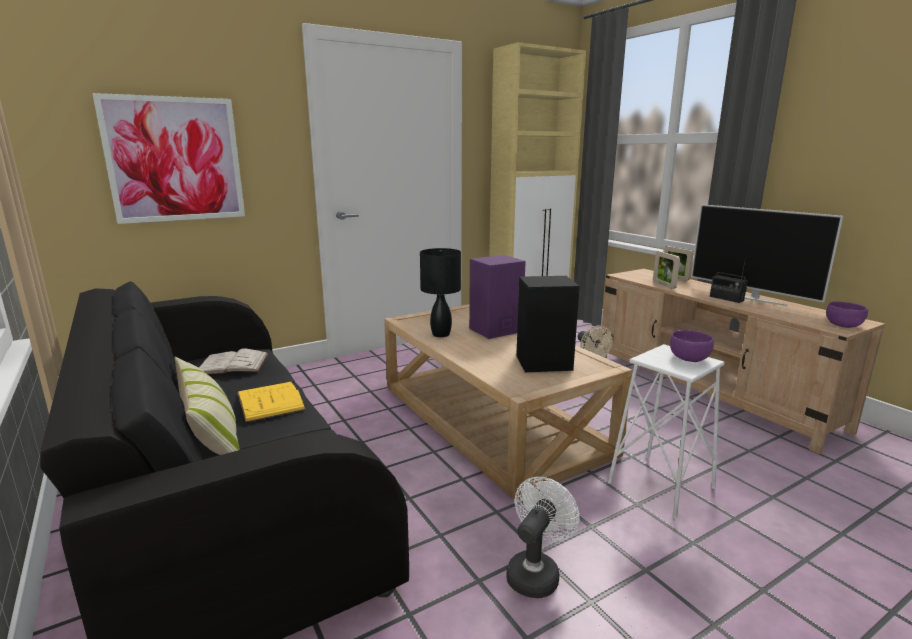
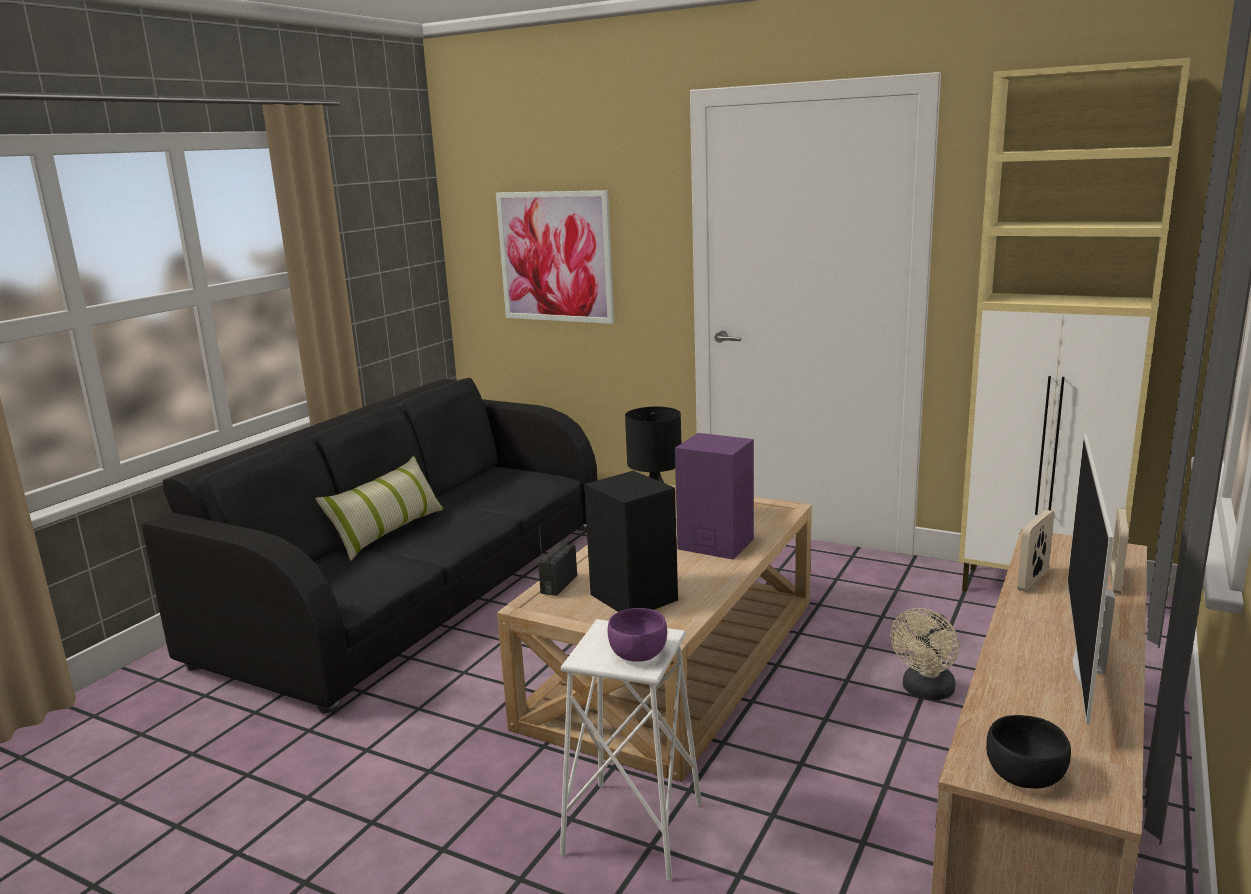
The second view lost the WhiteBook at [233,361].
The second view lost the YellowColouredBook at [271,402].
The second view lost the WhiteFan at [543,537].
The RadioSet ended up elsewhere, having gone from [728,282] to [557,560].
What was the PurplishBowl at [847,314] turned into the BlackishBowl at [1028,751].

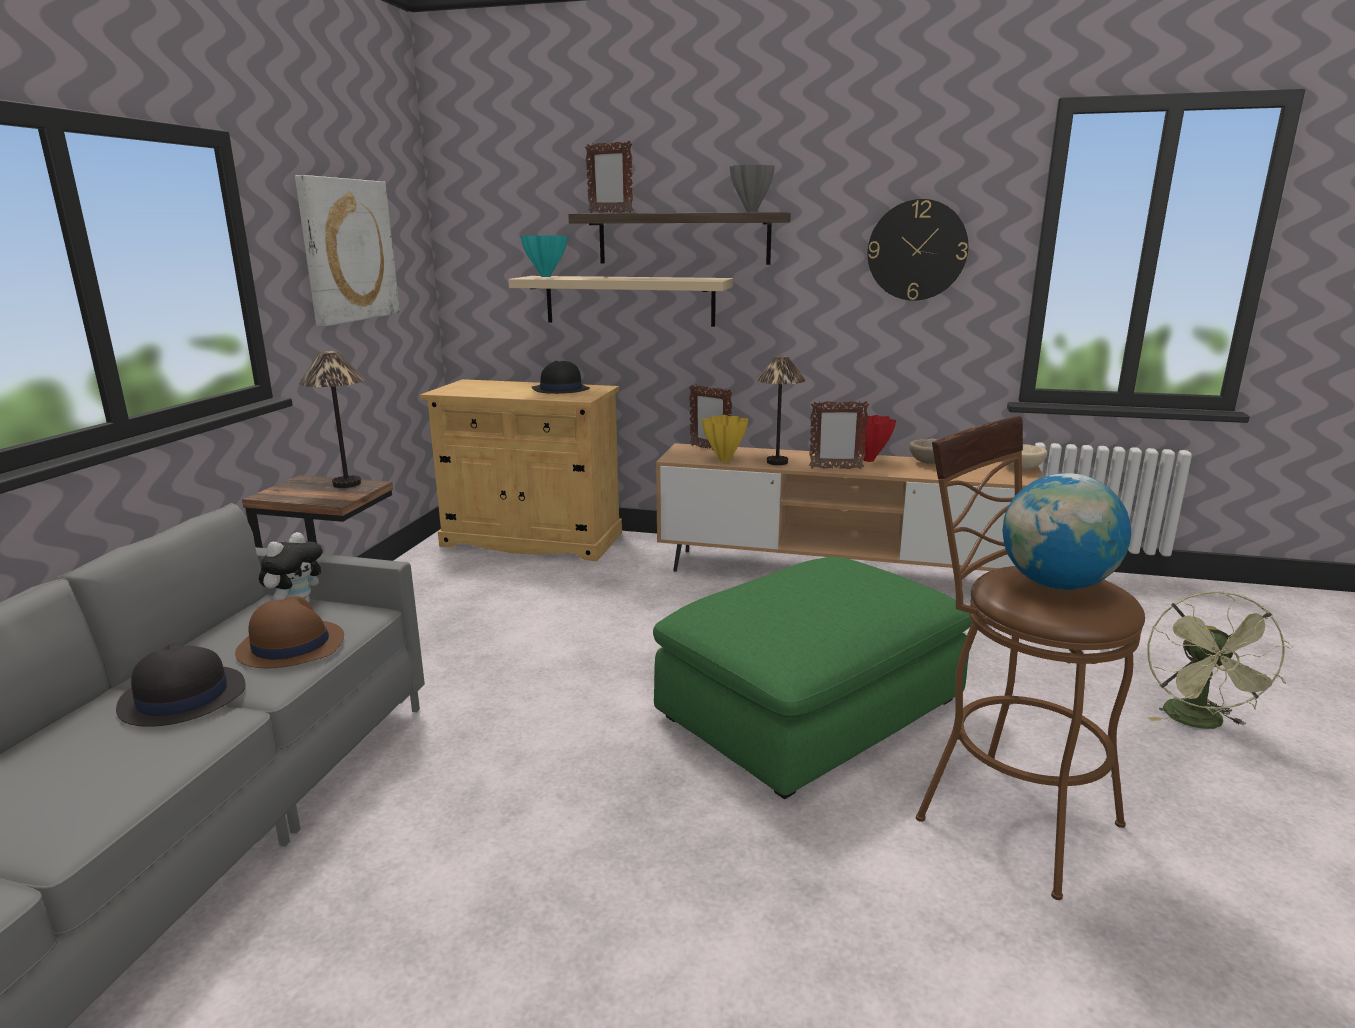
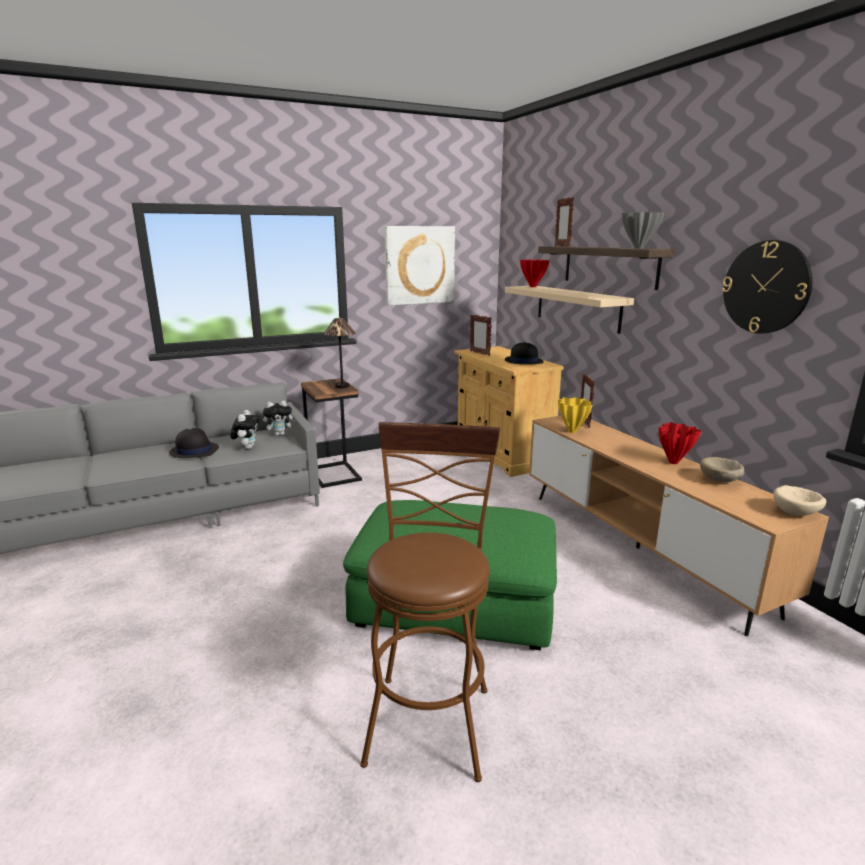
Where the BrownColouredHat stood at [289,632], the SoftToy came to stand at [245,429].
What was the TurquoiseDecorativeVase at [544,256] turned into the ReddishDecorativeVase at [535,273].
The second view lost the TableLamp at [781,410].
The StandingFrame ended up elsewhere, having gone from [839,435] to [481,335].
The second view lost the Globe at [1067,531].
The second view lost the GreenColouredFan at [1220,660].

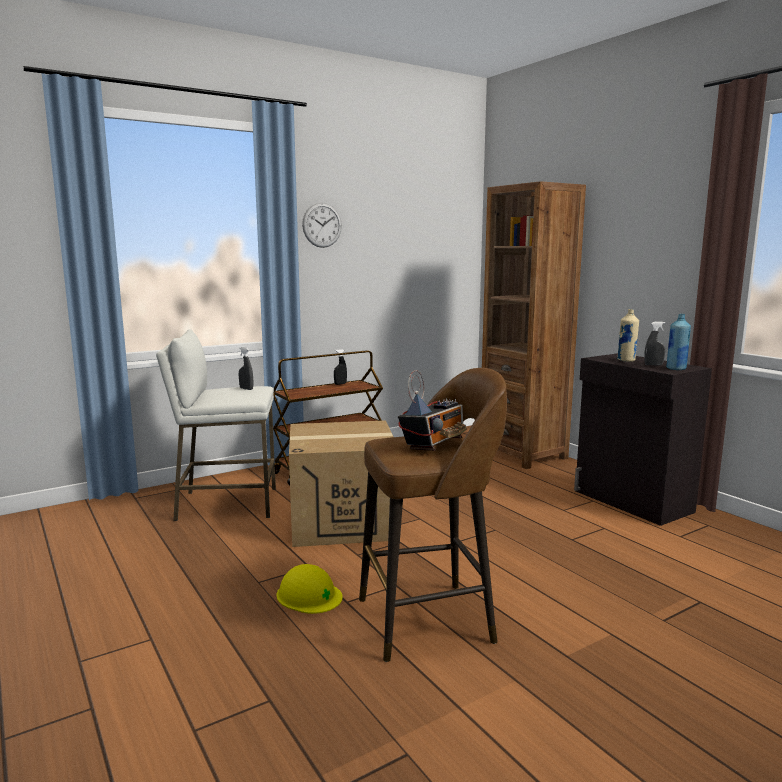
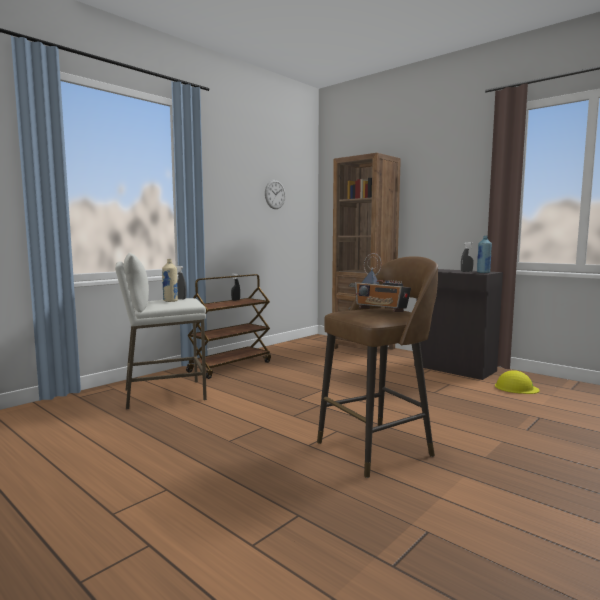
The YellowColouredWorkHelmet ended up elsewhere, having gone from [310,589] to [517,382].
The second view lost the CardboardBox at [341,483].
The WallClock ended up elsewhere, having gone from [322,225] to [275,194].
The RadioSet at [432,410] ended up facing another way, 105 degrees clockwise from before.
The BeigeBottle ended up elsewhere, having gone from [628,335] to [170,280].

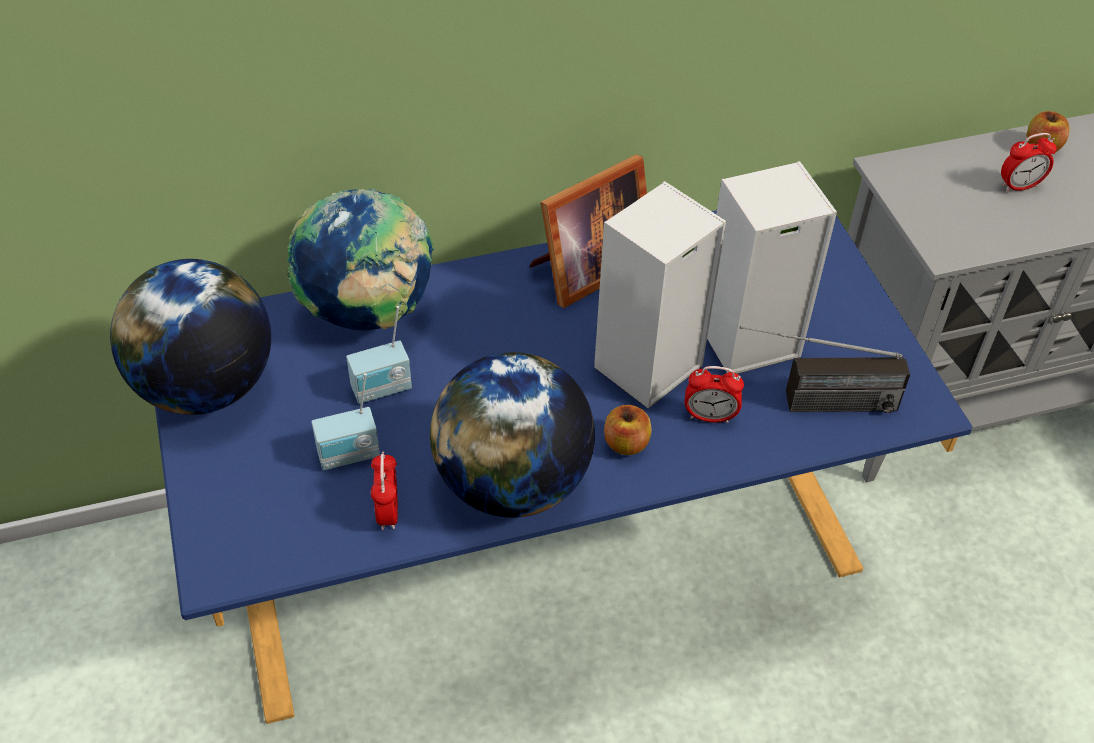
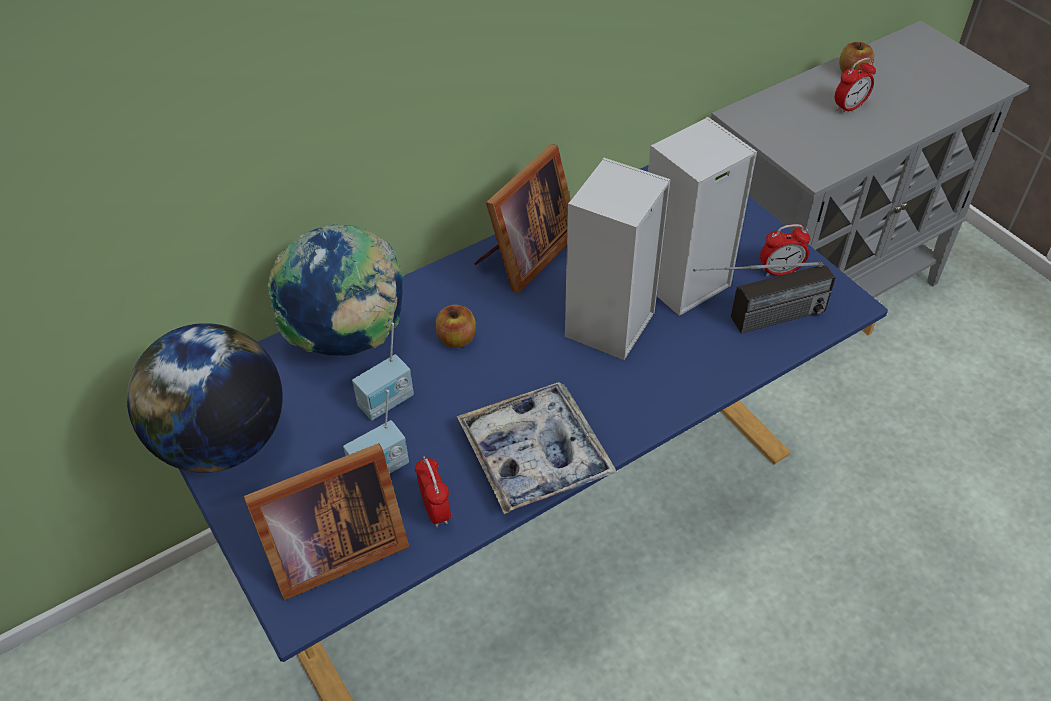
Where the Globe stood at [512,435], the Tray came to stand at [537,448].
The Apple ended up elsewhere, having gone from [628,430] to [456,326].
The TableClock ended up elsewhere, having gone from [714,394] to [785,250].
The second view gained the StandingFrame at [326,521].

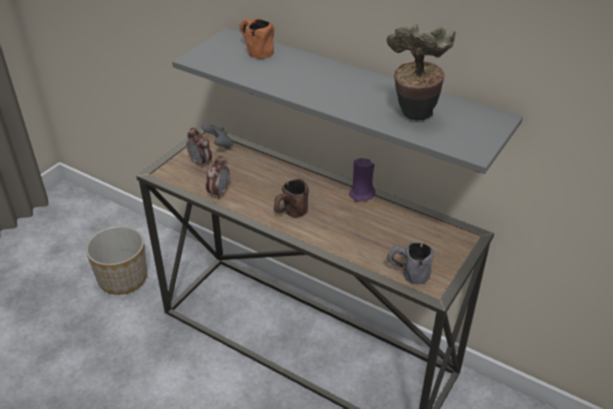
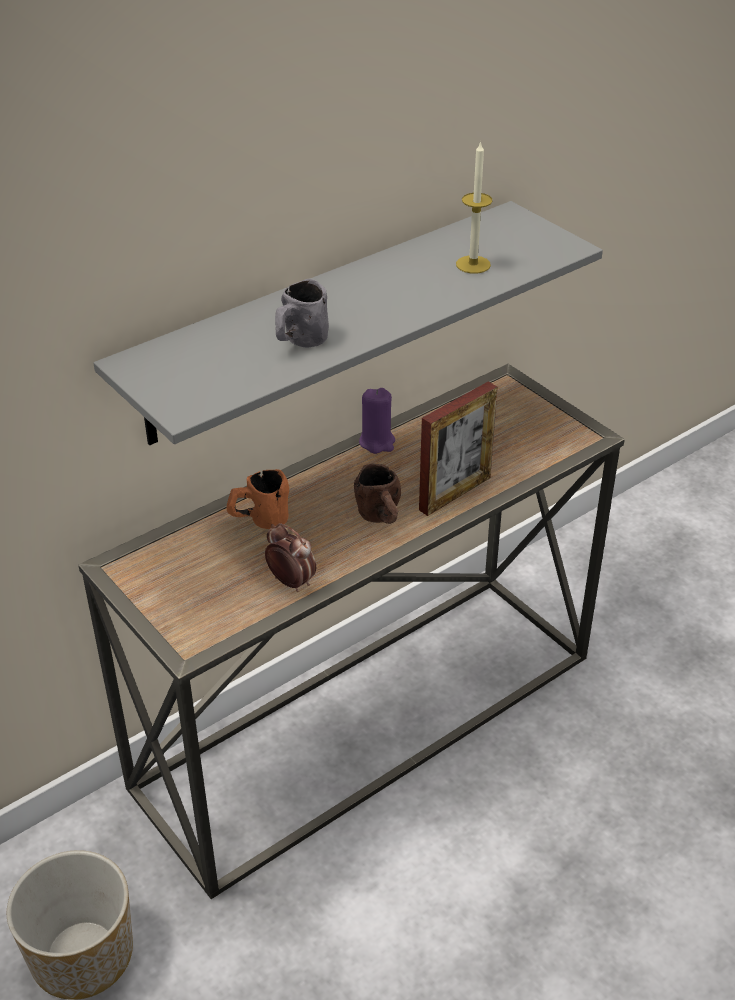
The second view lost the TableClock at [199,148].
The second view lost the GreyishGameController at [217,136].
The OrangeColouredMug ended up elsewhere, having gone from [256,38] to [258,499].
Where the Houseplant stood at [421,72], the WaxCandle came to stand at [474,207].
The GreyishMug ended up elsewhere, having gone from [410,263] to [302,313].
The second view gained the StandingFrame at [458,448].

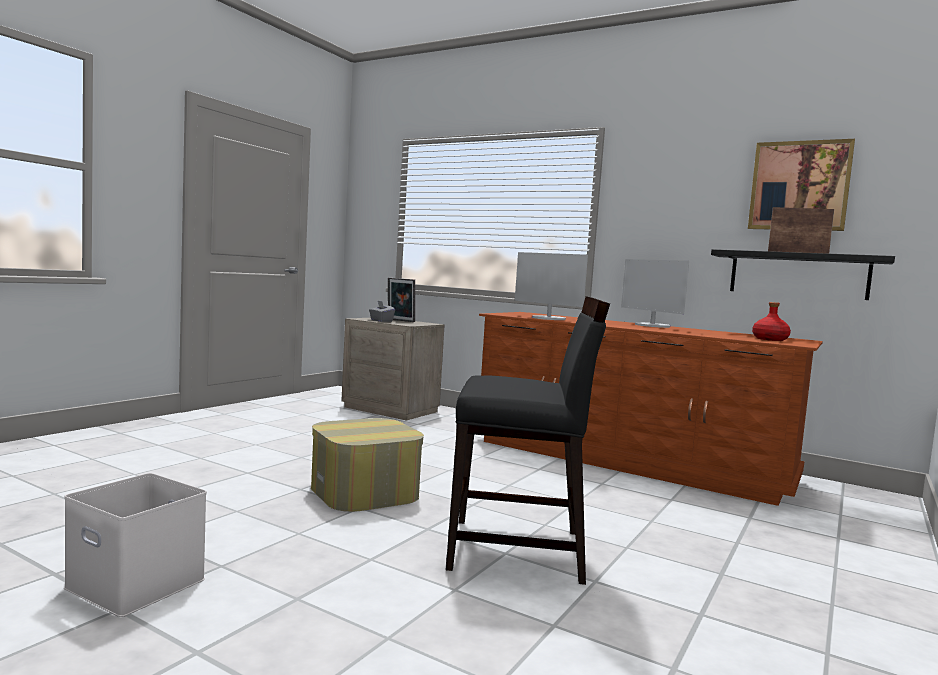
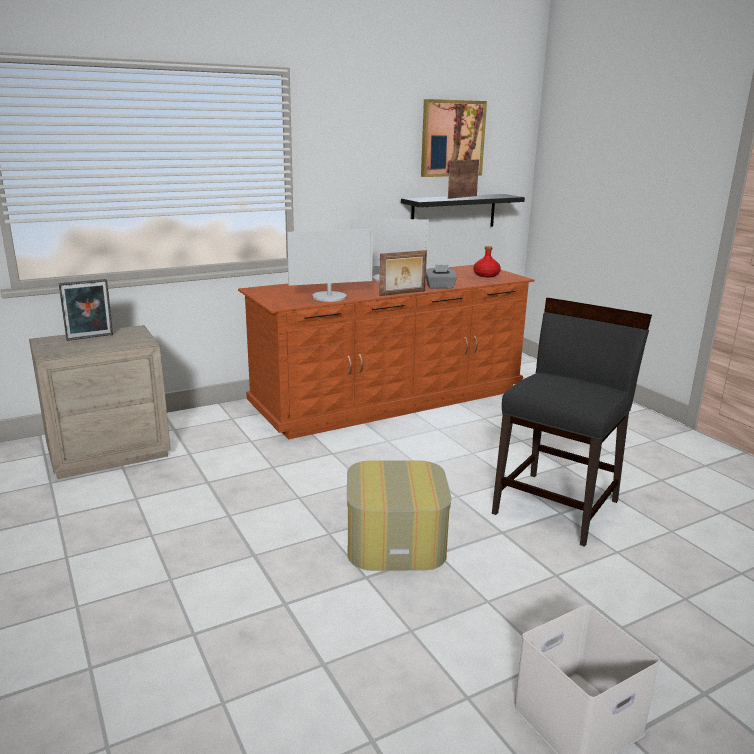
The GreyishTissueBox ended up elsewhere, having gone from [382,311] to [441,277].
The second view gained the StandingFrame at [403,273].

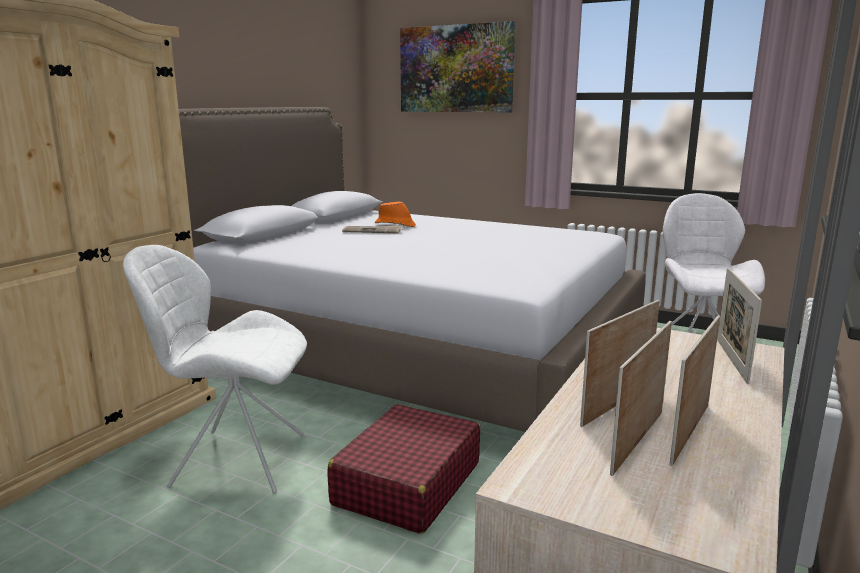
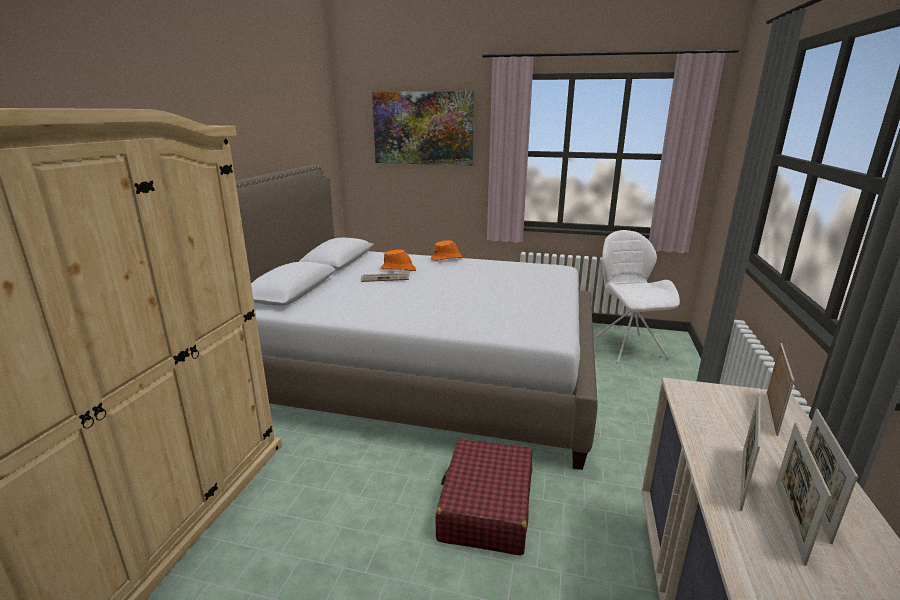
The second view lost the WhiteChair at [215,369].
The StandingFrame at [739,326] ended up facing another way, 150 degrees counterclockwise from before.
The second view gained the OrangeColouredHat at [447,250].

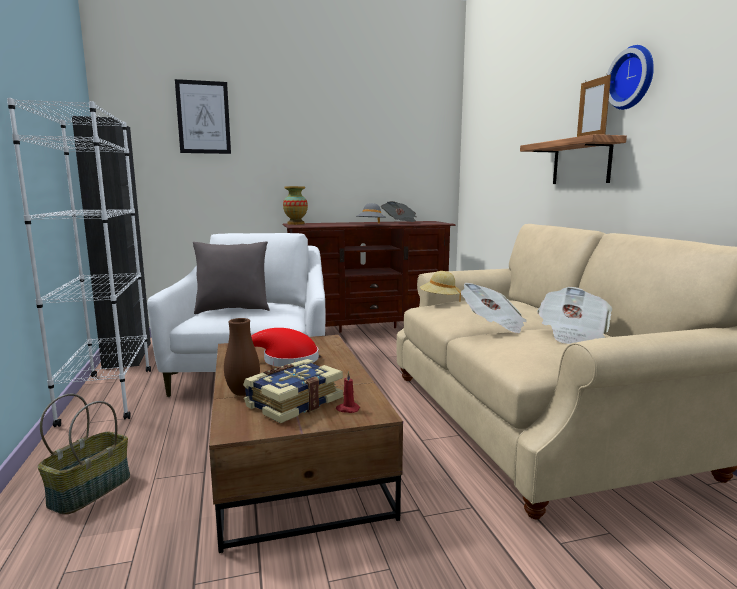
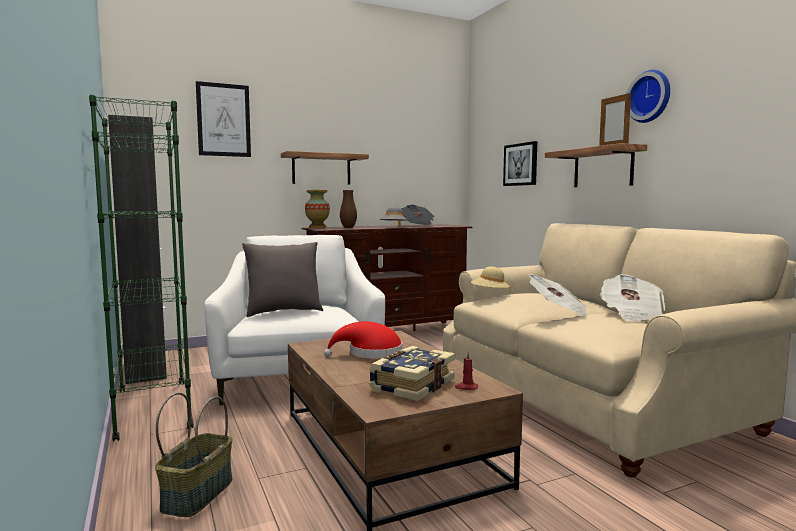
What was the WhiteShelvingUnit at [79,262] turned into the GreenColouredShelvingUnit at [141,268].
The BrownColouredDecorativeVase ended up elsewhere, having gone from [242,357] to [348,209].
The second view gained the WallShelf at [325,168].
The second view gained the WallArt at [520,163].

